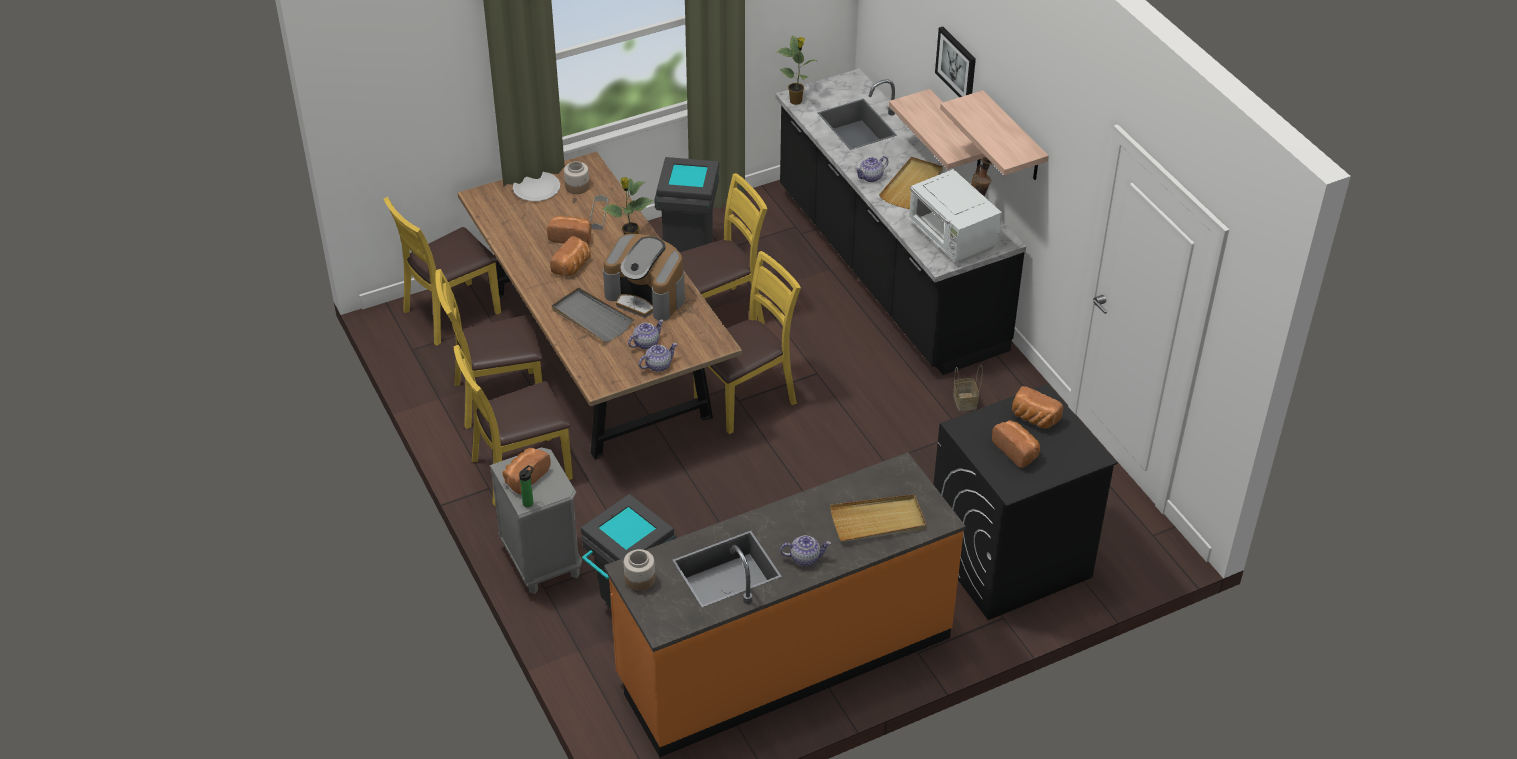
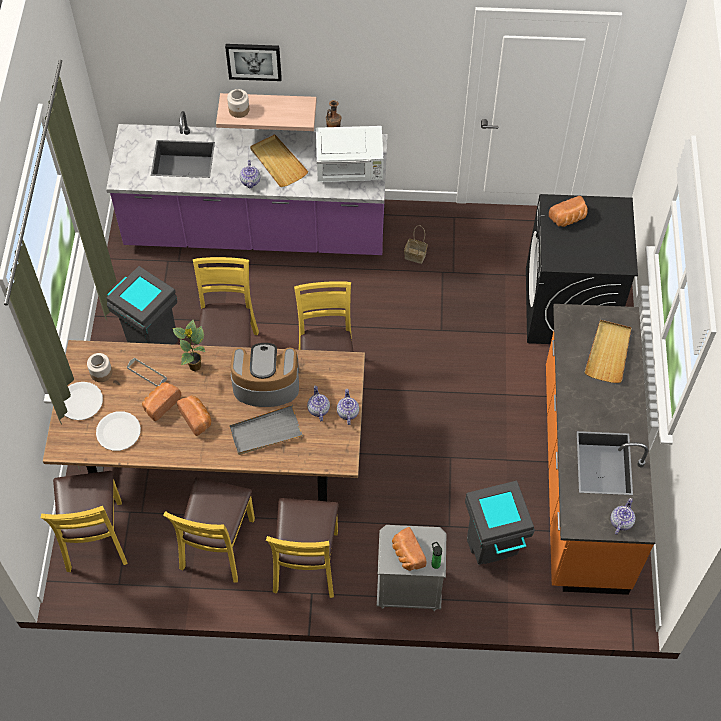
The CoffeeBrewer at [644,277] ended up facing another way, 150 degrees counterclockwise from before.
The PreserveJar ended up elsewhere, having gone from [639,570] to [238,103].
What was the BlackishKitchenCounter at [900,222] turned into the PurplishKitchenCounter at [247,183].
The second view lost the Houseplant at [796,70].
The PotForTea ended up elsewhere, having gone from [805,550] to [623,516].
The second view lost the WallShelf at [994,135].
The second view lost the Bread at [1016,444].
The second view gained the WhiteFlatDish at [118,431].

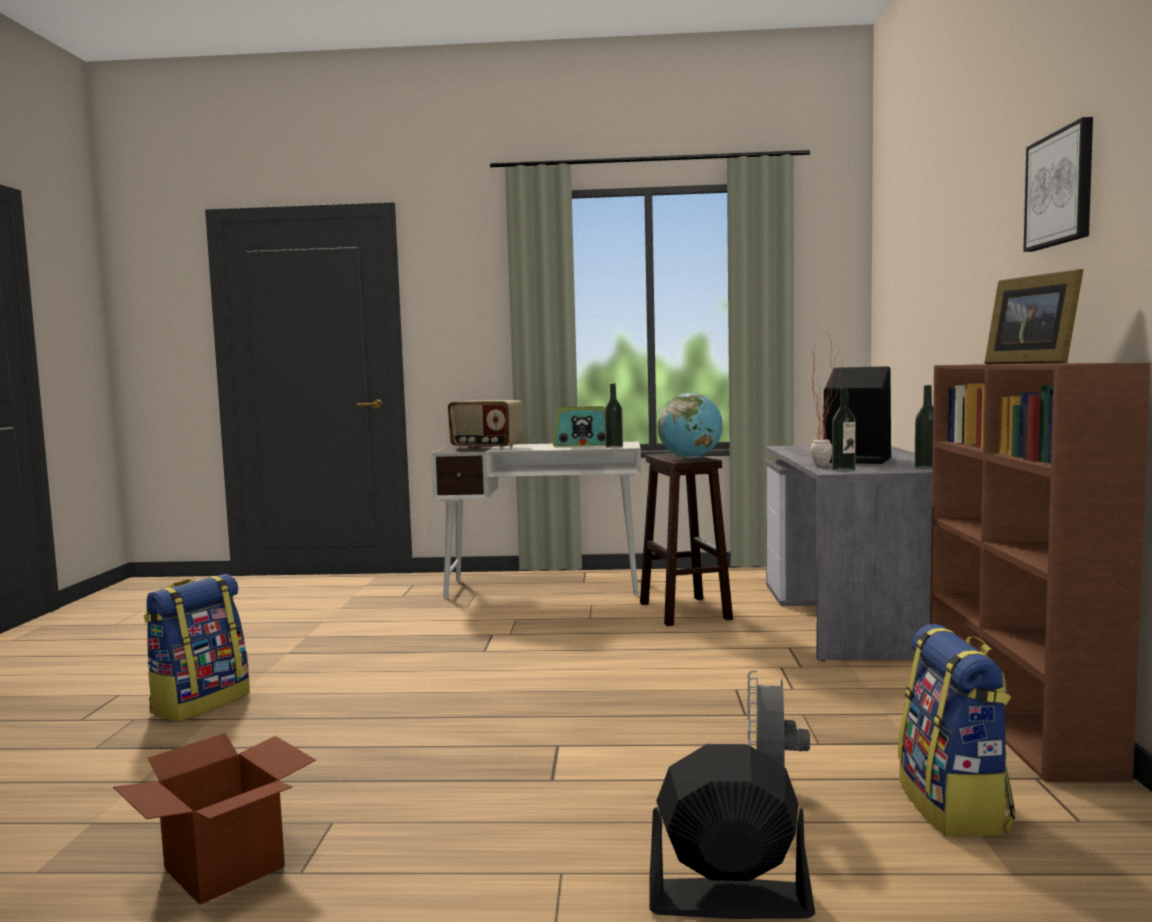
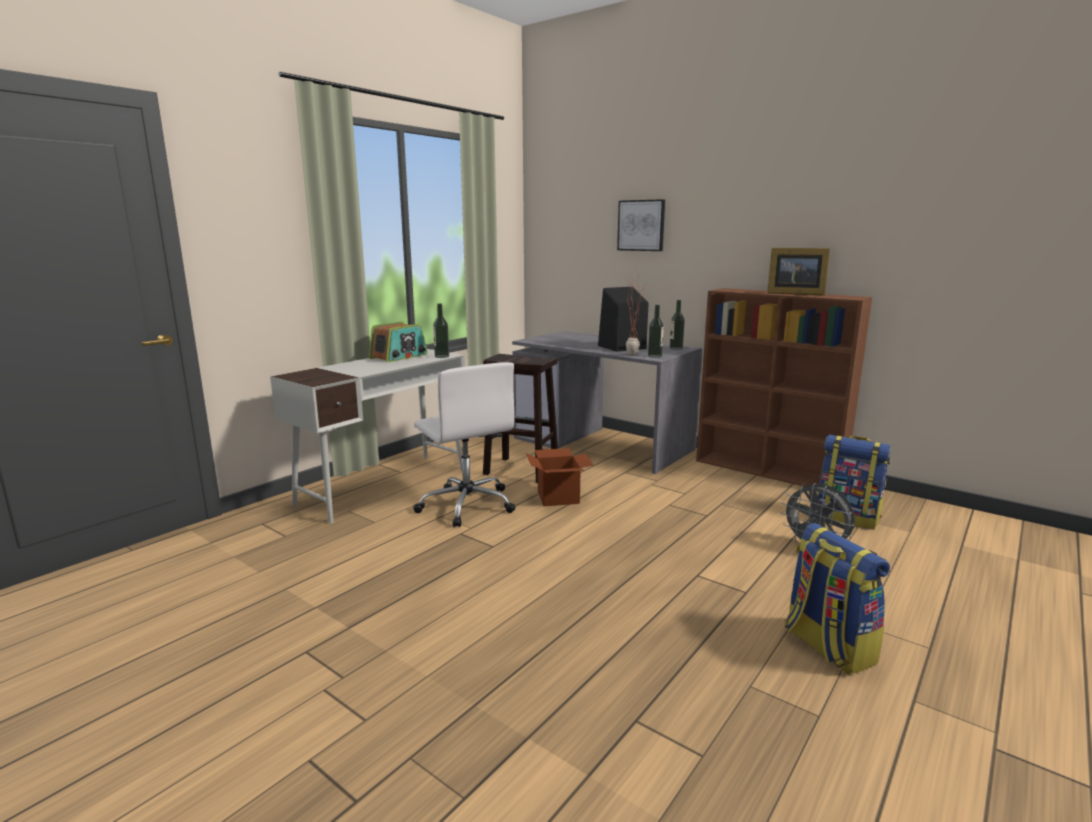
The CardboardBox ended up elsewhere, having gone from [214,819] to [559,477].
The Rucksack ended up elsewhere, having gone from [197,648] to [837,599].
The second view lost the RadioSet at [485,424].
The second view lost the BlackishFan at [732,831].
The second view lost the Globe at [690,426].
The WallArt ended up elsewhere, having gone from [1058,184] to [641,225].
The second view gained the WhiteComputerChair at [464,444].

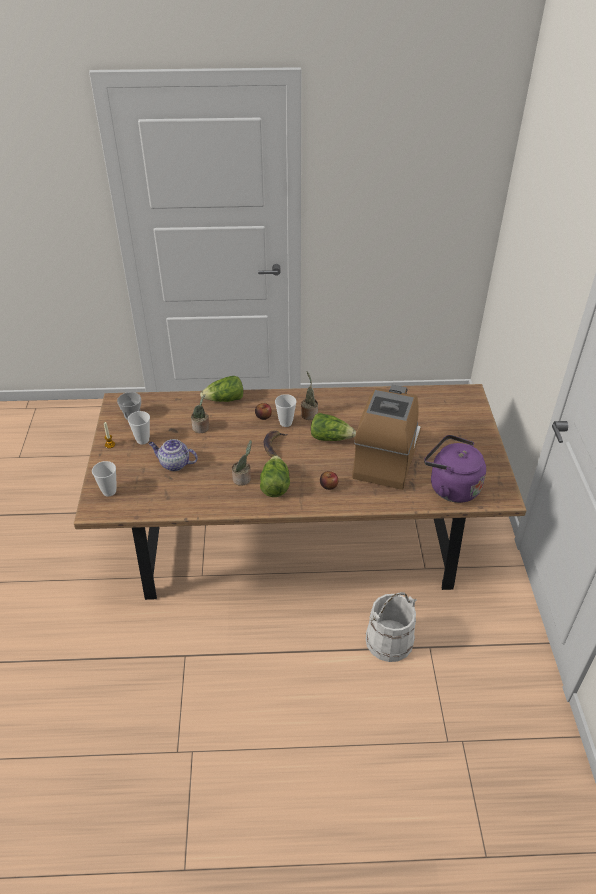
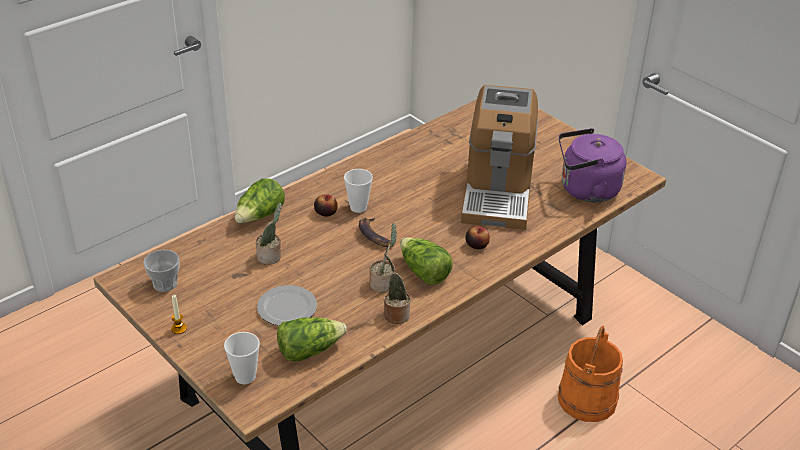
The second view lost the Cup at [139,427].
Where the PotForTea stood at [173,455], the FlatDish came to stand at [287,305].
The Houseplant ended up elsewhere, having gone from [309,396] to [397,289].
The Lettuce ended up elsewhere, having gone from [333,427] to [312,339].
The CoffeeBrewer at [386,437] ended up facing another way, 150 degrees counterclockwise from before.
What was the WhiteBucket at [391,627] turned into the OrangeColouredBucket at [590,373].

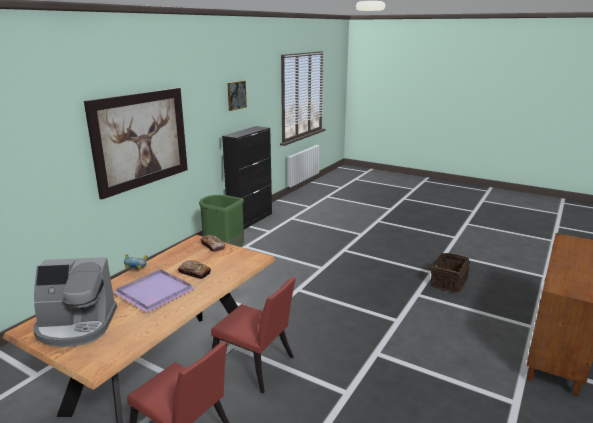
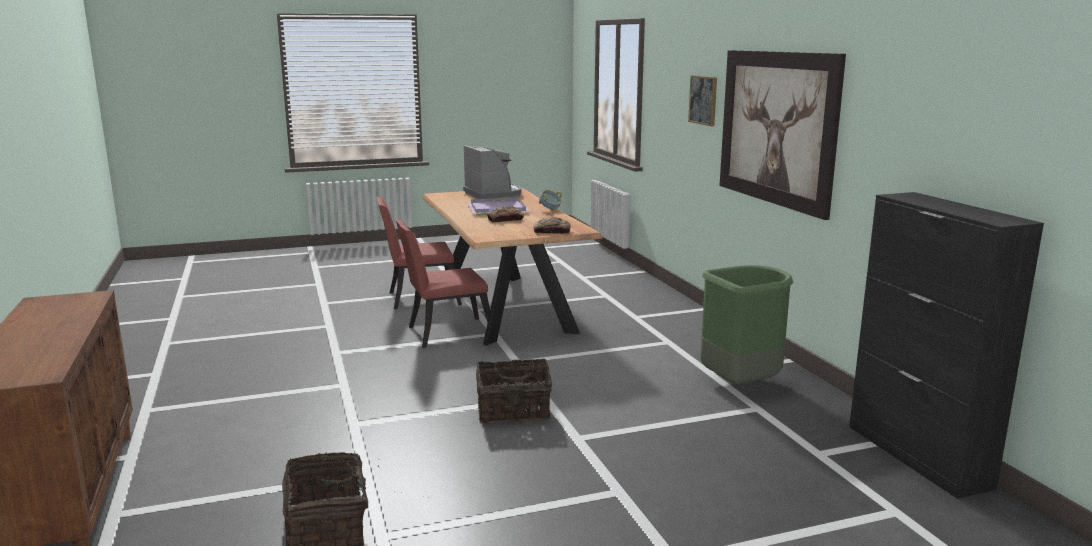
The CoffeeBrewer at [75,302] ended up facing another way, 120 degrees clockwise from before.
The WallArt ended up elsewhere, having gone from [237,95] to [702,100].
The second view gained the HouseholdBasket at [514,390].

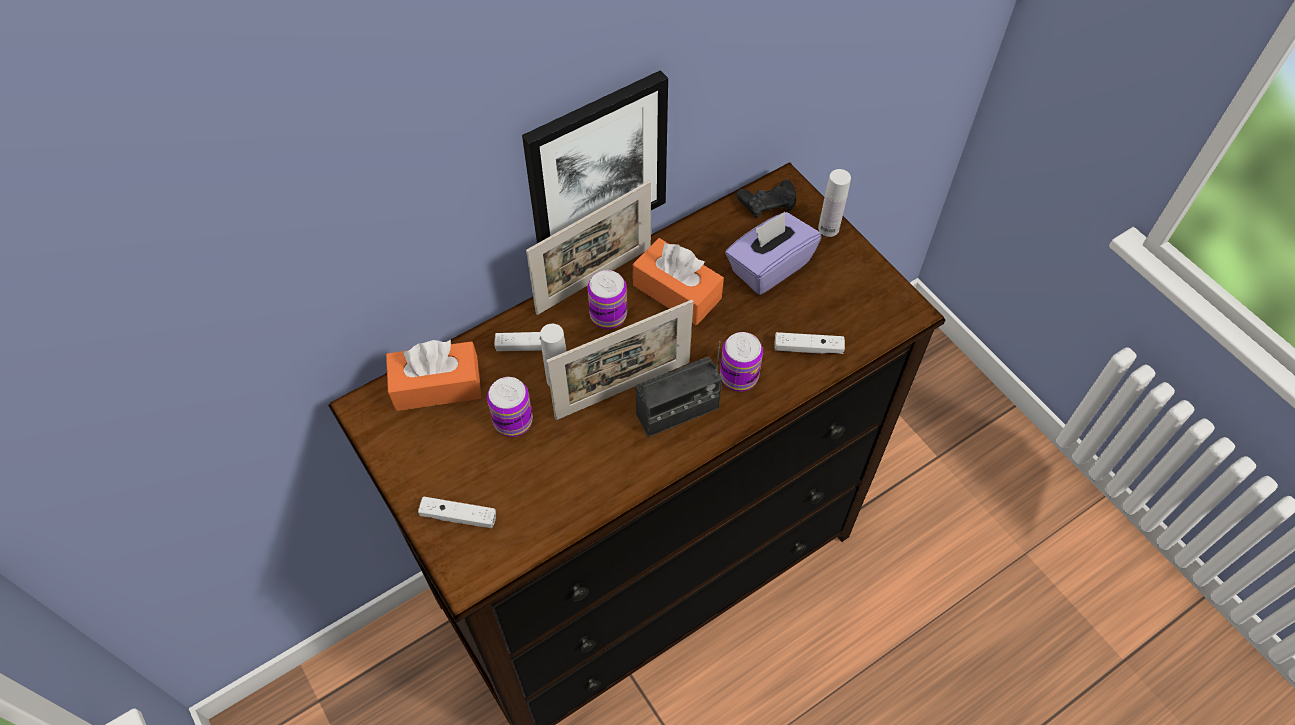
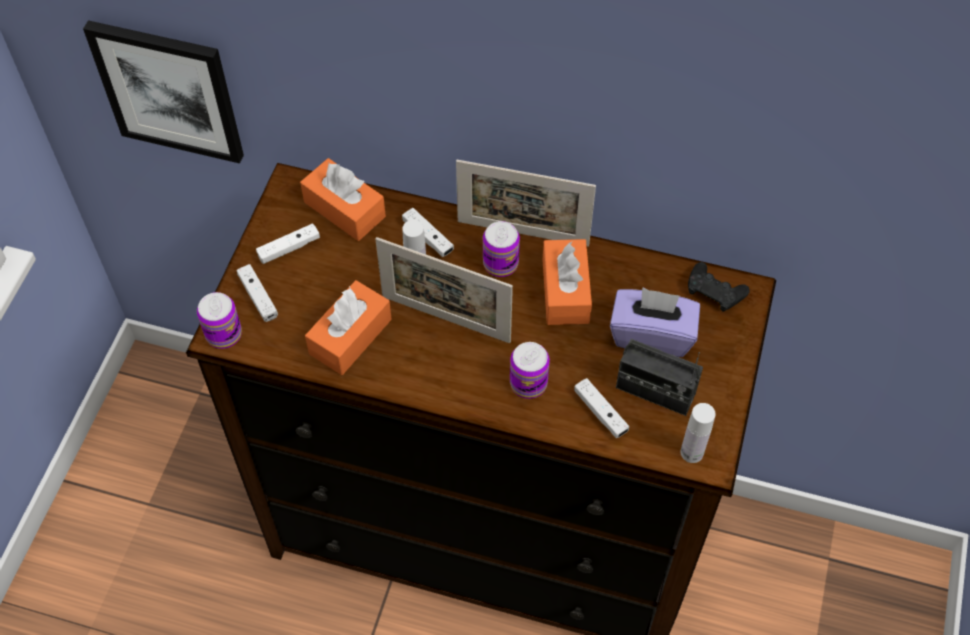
The Can ended up elsewhere, having gone from [510,407] to [219,320].
The WallArt ended up elsewhere, having gone from [595,156] to [163,92].
The RadioSet ended up elsewhere, having gone from [678,389] to [659,377].
The WhiteBottle ended up elsewhere, having gone from [834,203] to [698,433].
The second view gained the WhiteGameController at [288,243].
The second view gained the OrangeColouredTissueBox at [348,327].

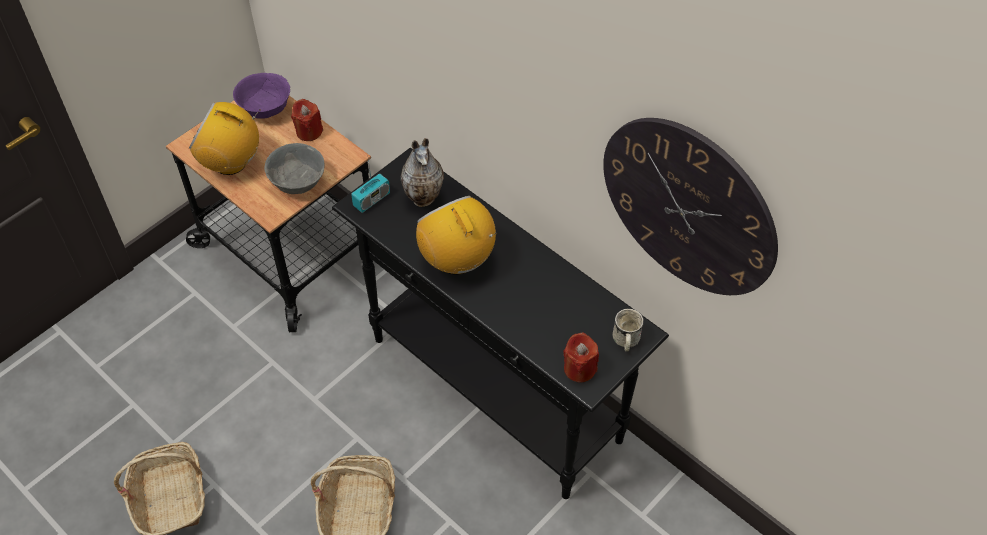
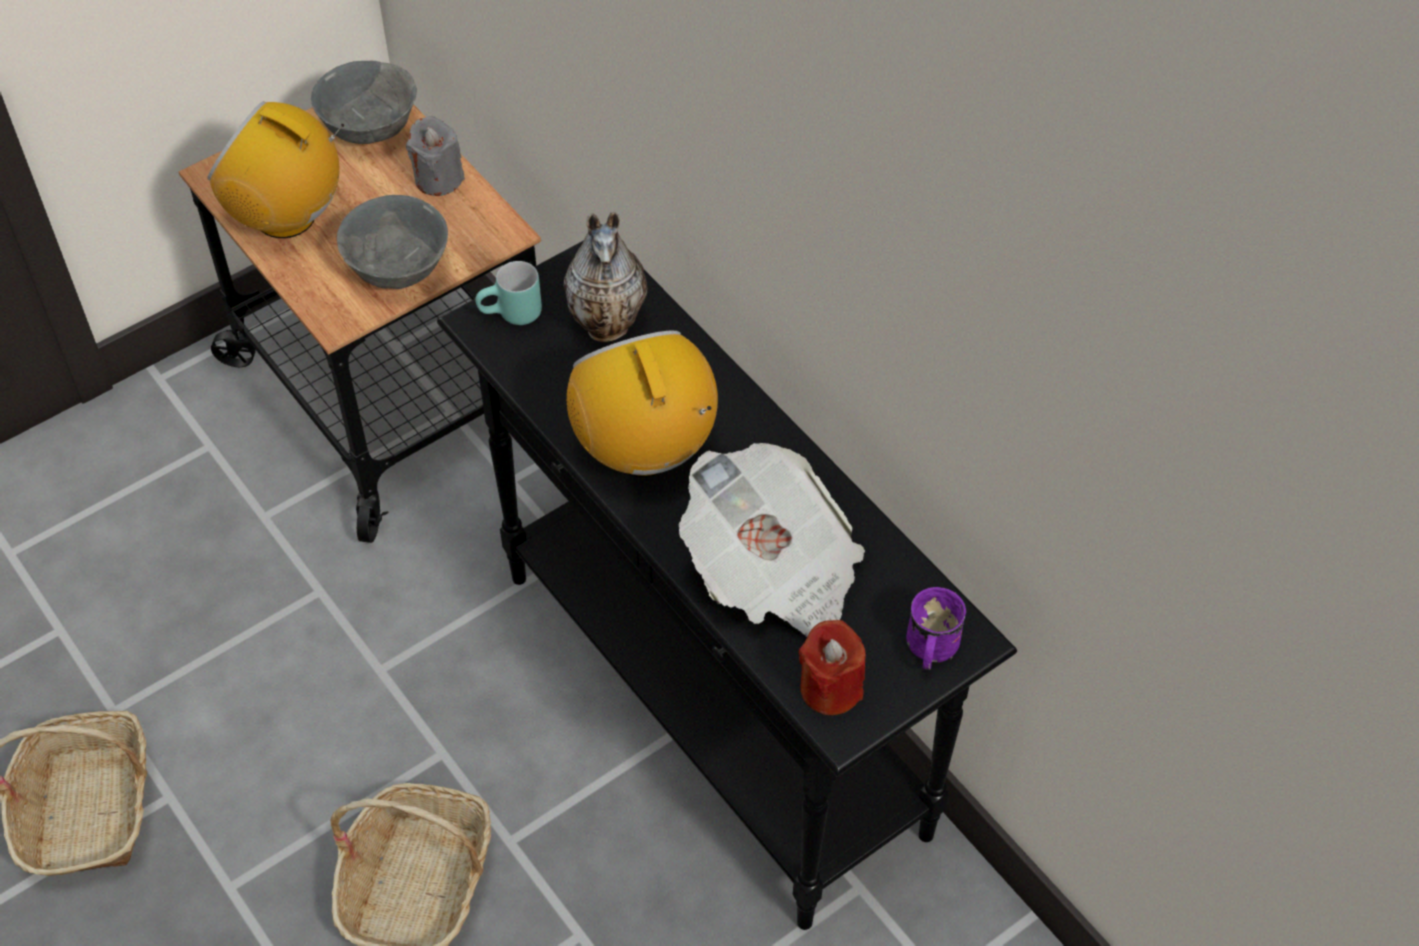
What was the PurplishBowl at [261,96] turned into the GreyishBowl at [364,102].
What was the ReddishWaxCandle at [307,120] turned into the GreyishWaxCandle at [435,156].
Where the RadioSet stood at [370,186], the TurquoiseMug came to stand at [508,293].
The second view lost the WallClock at [690,206].
What was the WhiteMug at [627,330] turned into the PurplishMug at [936,628].
The second view gained the Newspaper at [771,540].

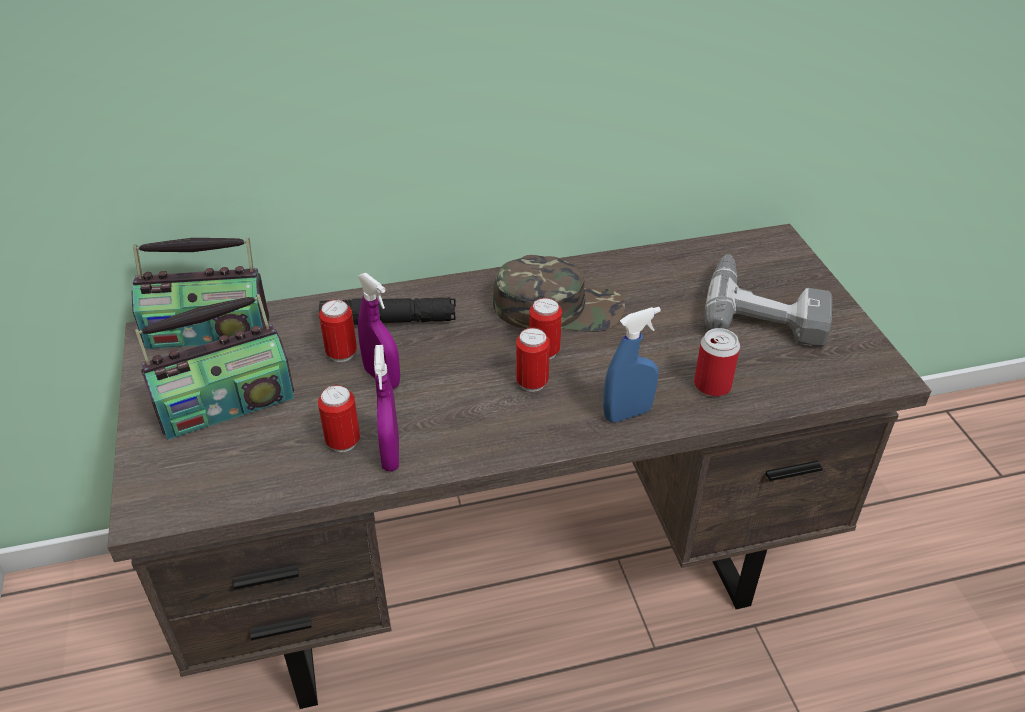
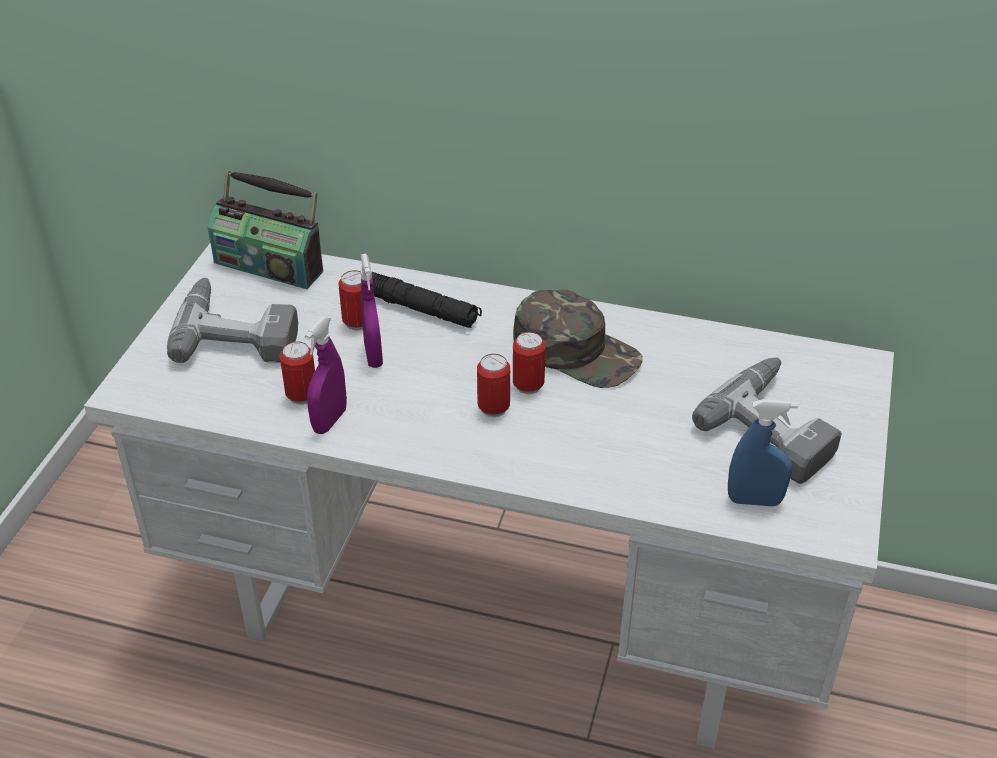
What was the BrownColouredDesk at [519,466] turned into the WhiteDesk at [489,496].
Where the RadioSet stood at [214,367], the PowerDrill came to stand at [232,320].
The BluishHandSprayer ended up elsewhere, having gone from [632,365] to [763,452].
The second view lost the Can at [717,362].

